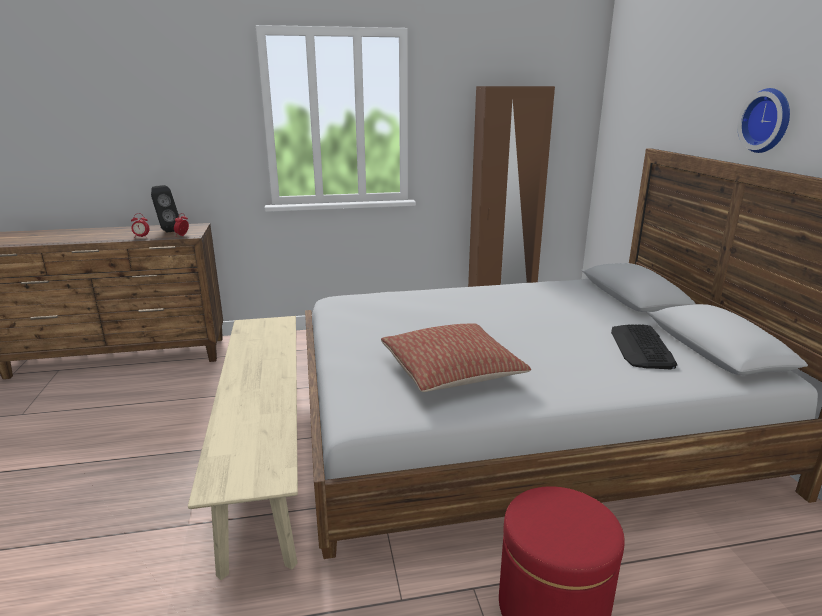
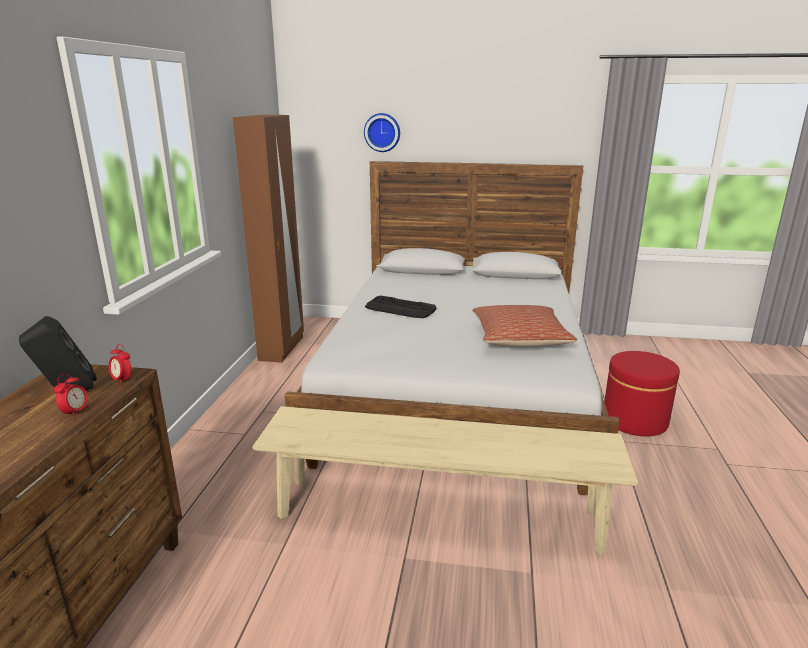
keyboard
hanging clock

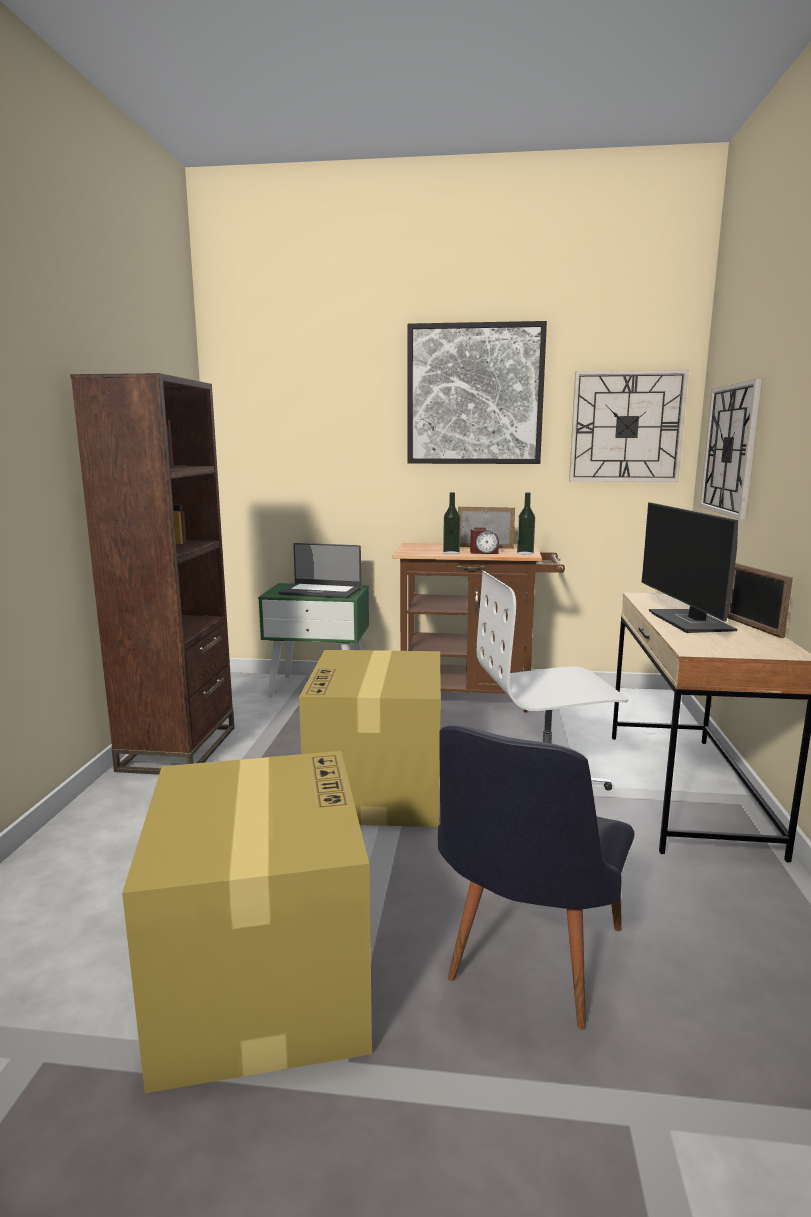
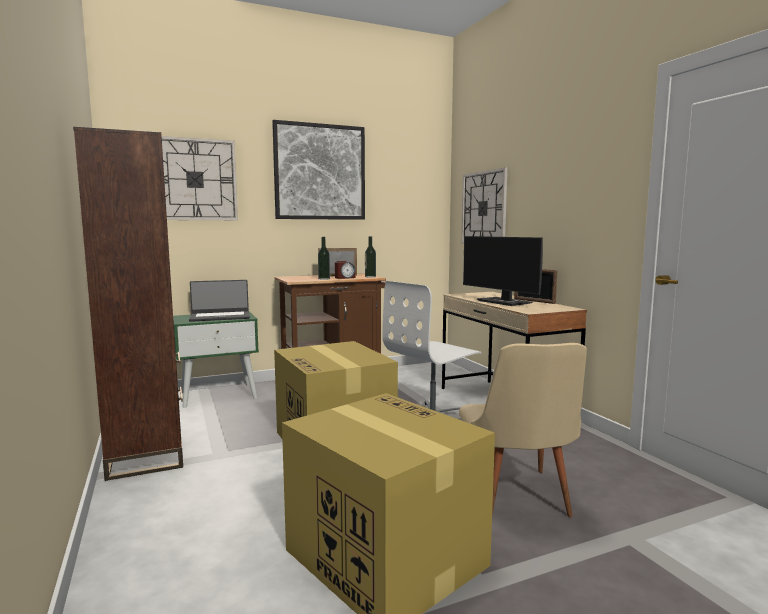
plain chair (sand-coloured)
hanging clock (1st from left)

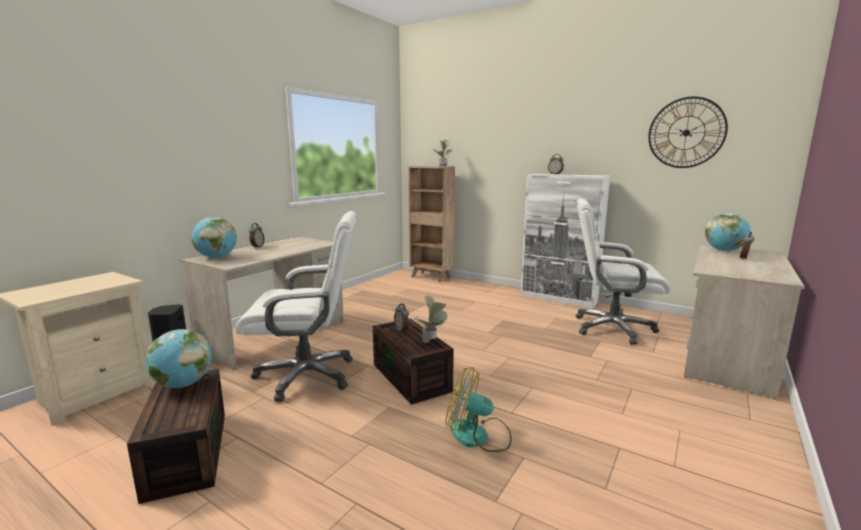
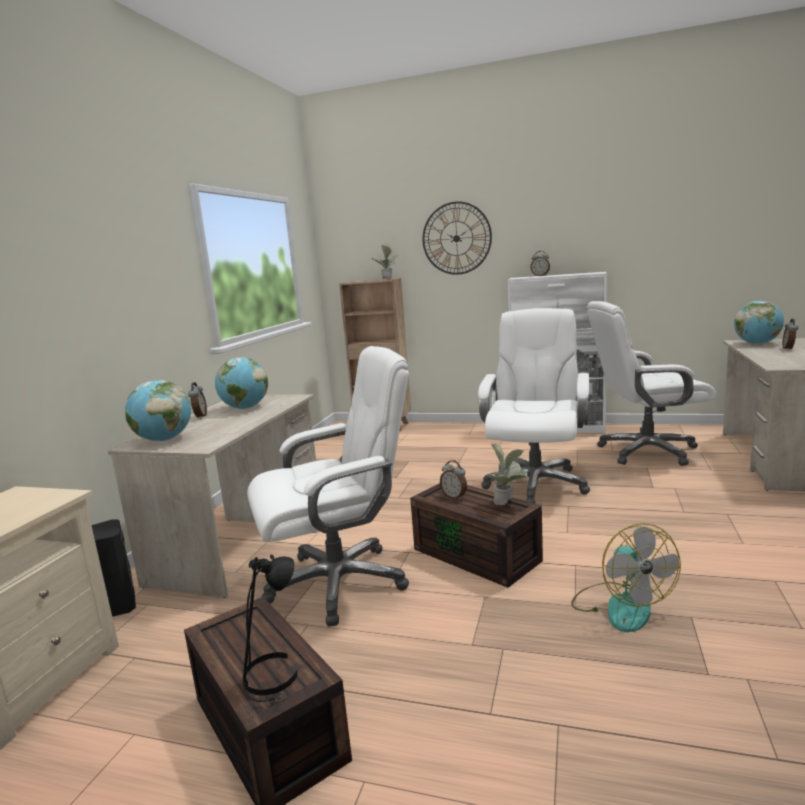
world globe (2nd from left)
electric fan
hanging clock
lamp for a table (black-coloured)
computer chair (white) (2nd from left)

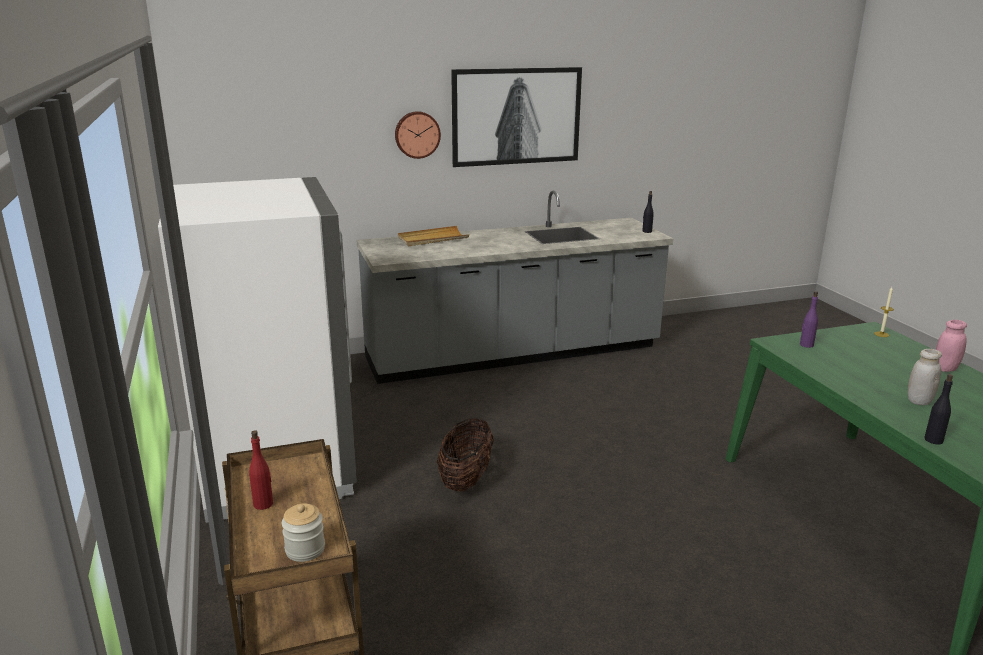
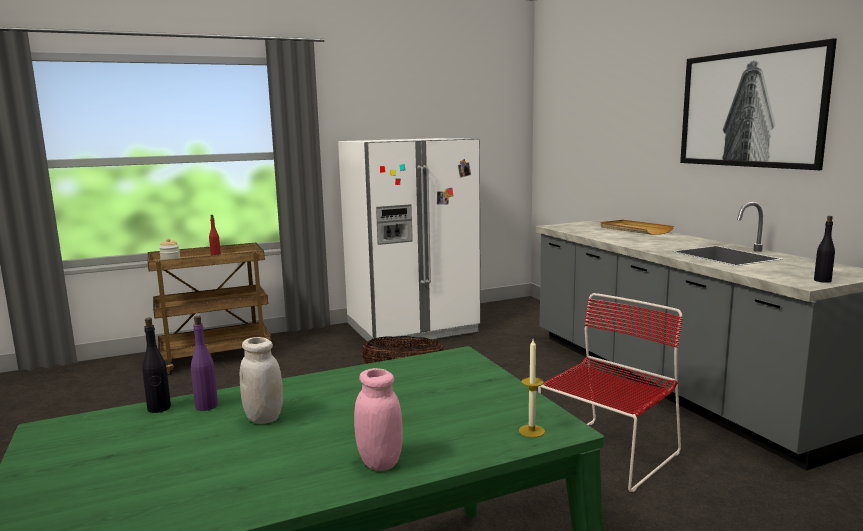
hanging clock
drink bottle (purple-coloured)
plain chair (reddish)

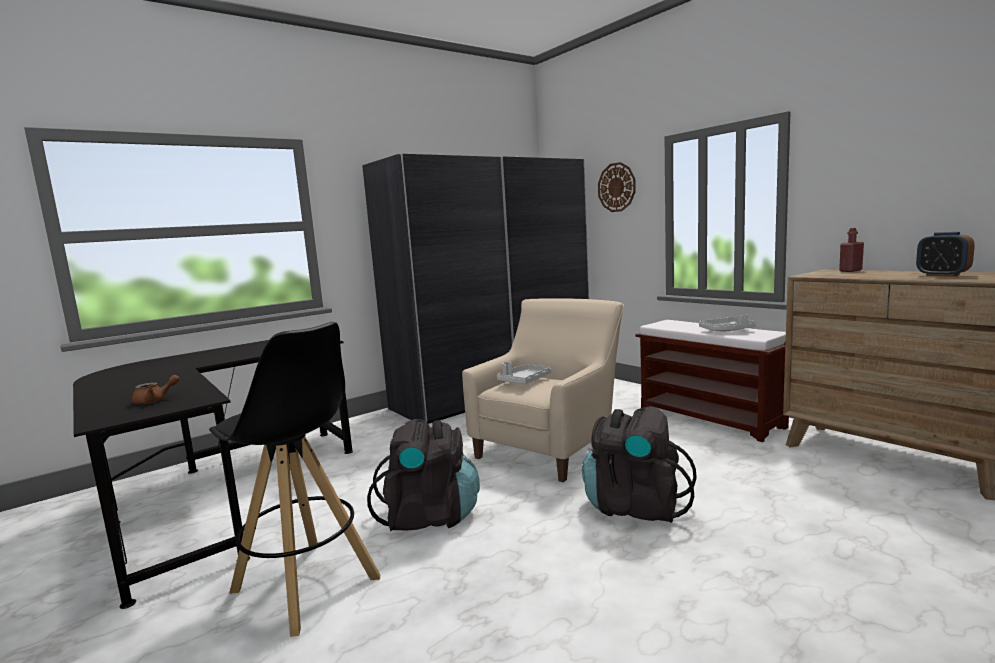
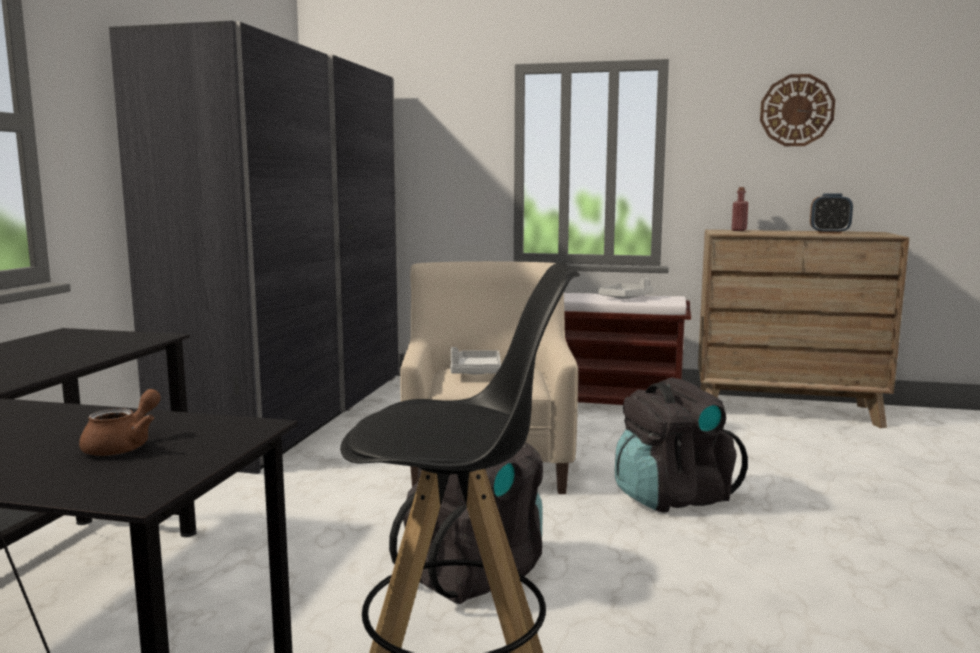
hanging clock

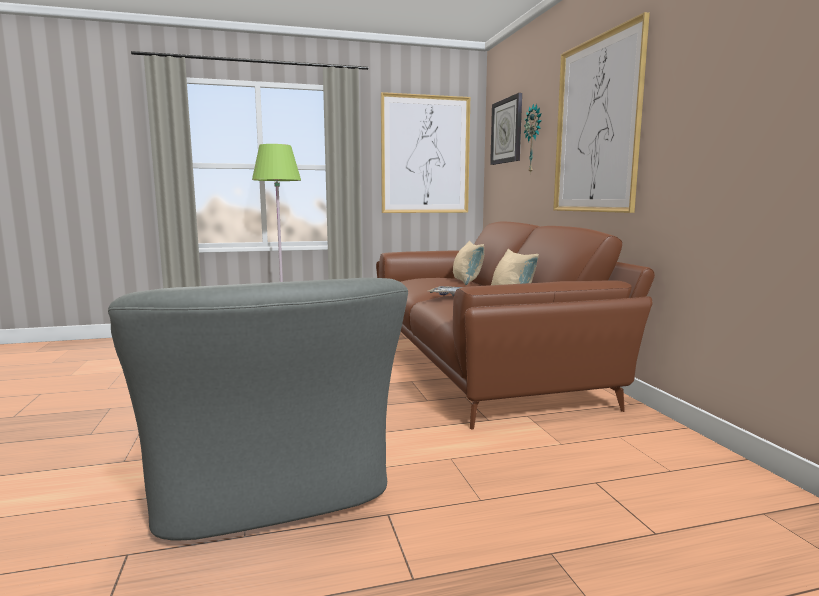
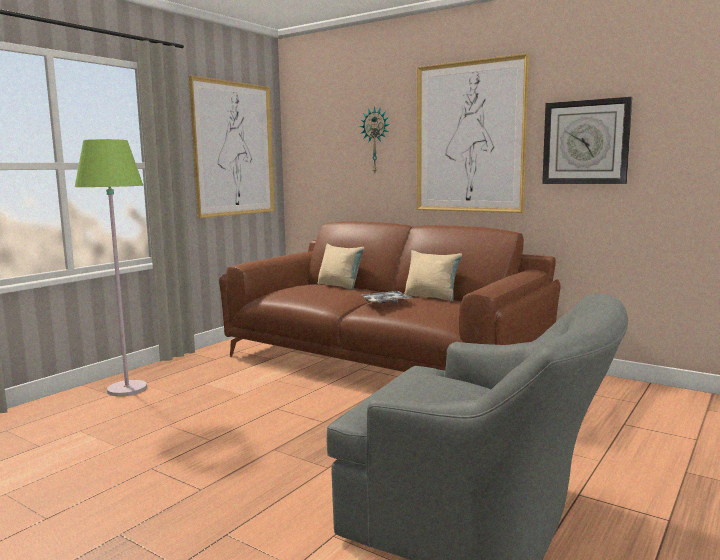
hanging clock (2nd from left)

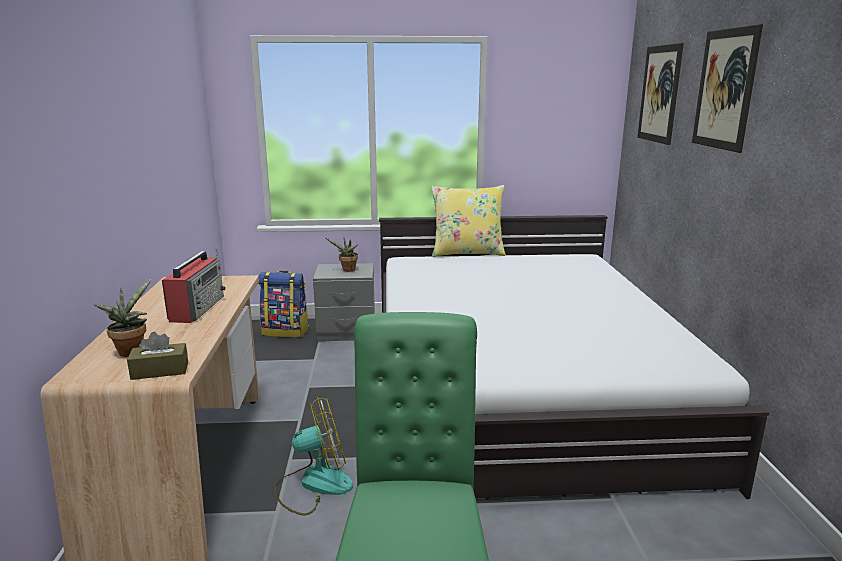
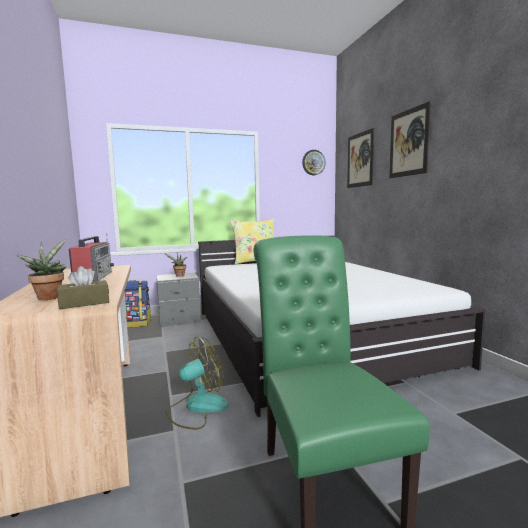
hanging clock

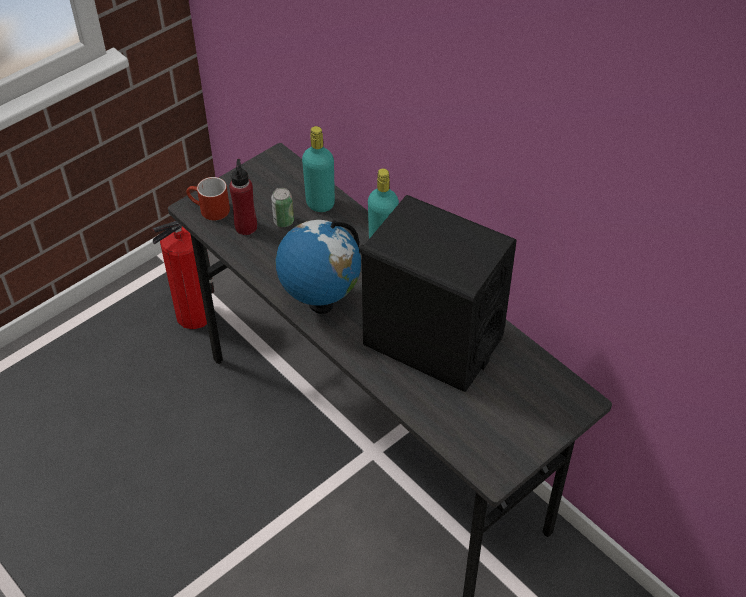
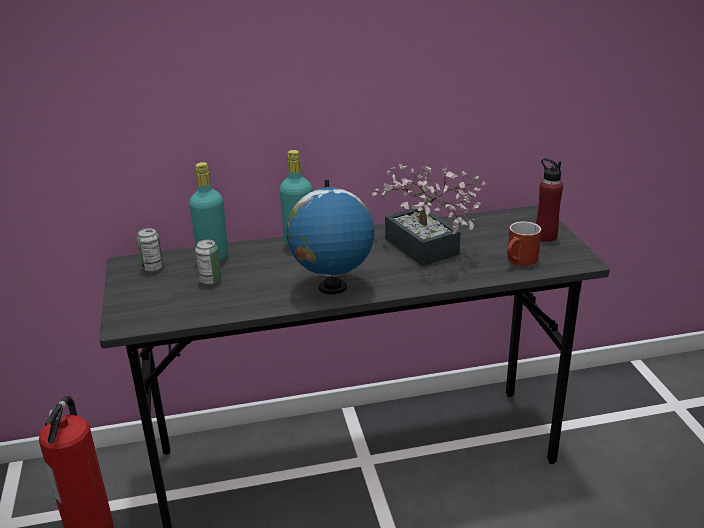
coffee mug (reddish)
drink bottle (reddish)
houseplant
metal can (1st from left)

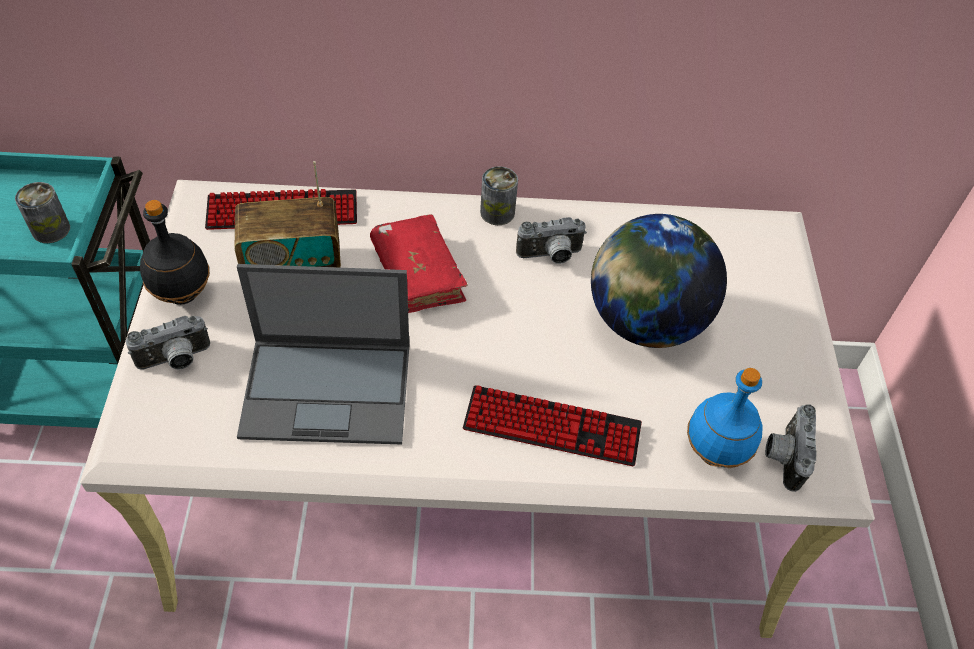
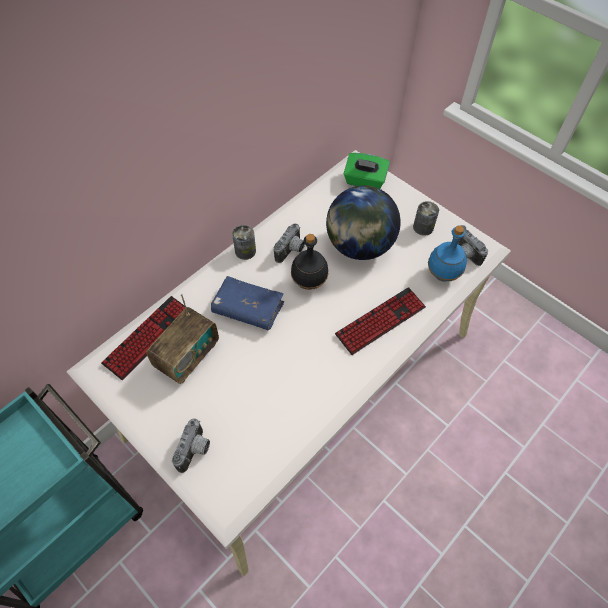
metal can (2nd from left)
drink bottle (black-coloured)
portable computer
book (blue-coloured)
tissue box (green-coloured)

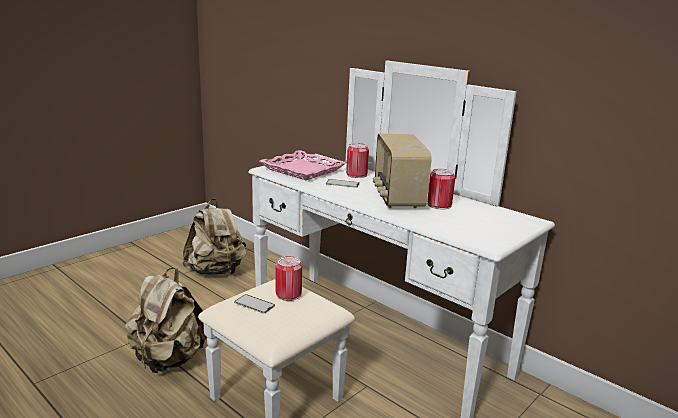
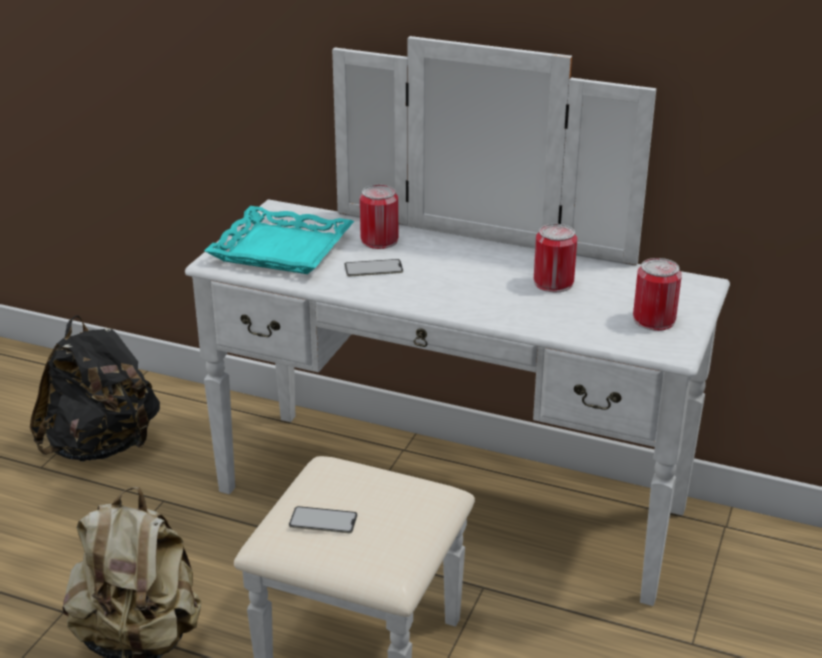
rucksack (black-coloured)
carrying tray (blue-green)
metal can (3rd from left)
radio

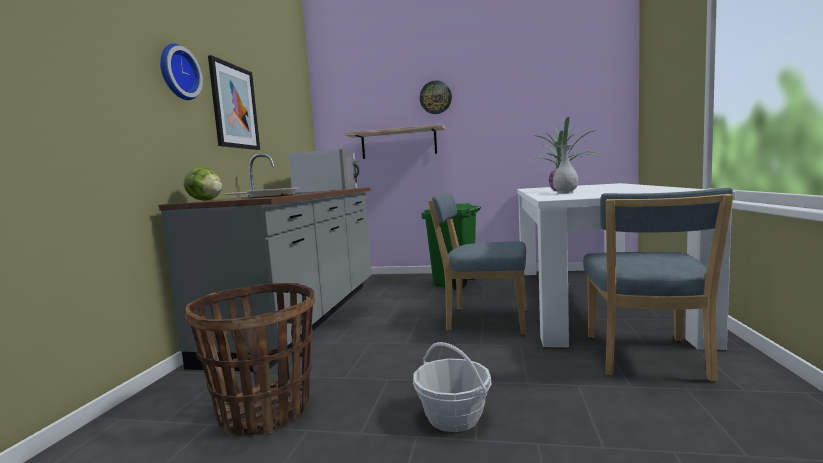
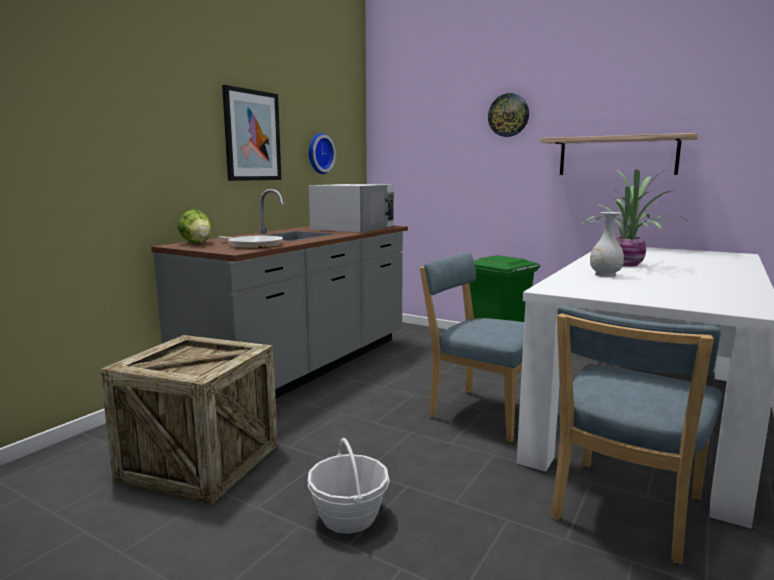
hanging clock (1st from left)
shipping crate
bracket shelf

